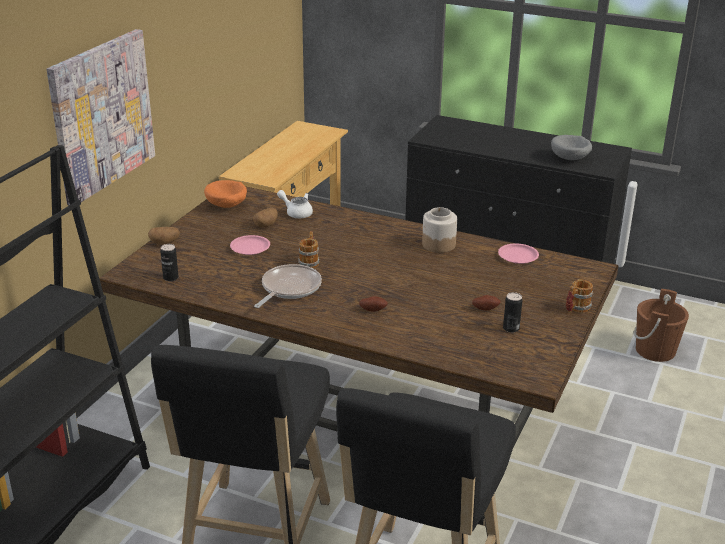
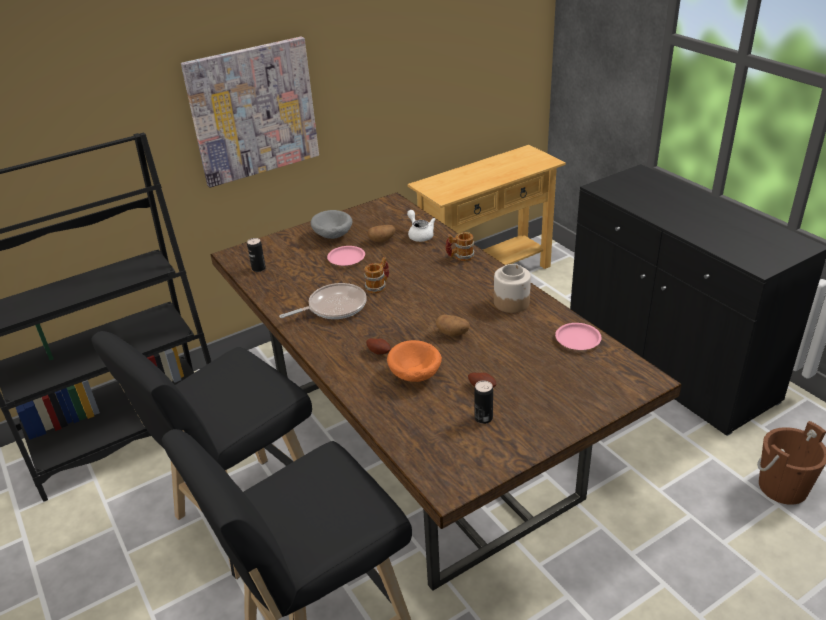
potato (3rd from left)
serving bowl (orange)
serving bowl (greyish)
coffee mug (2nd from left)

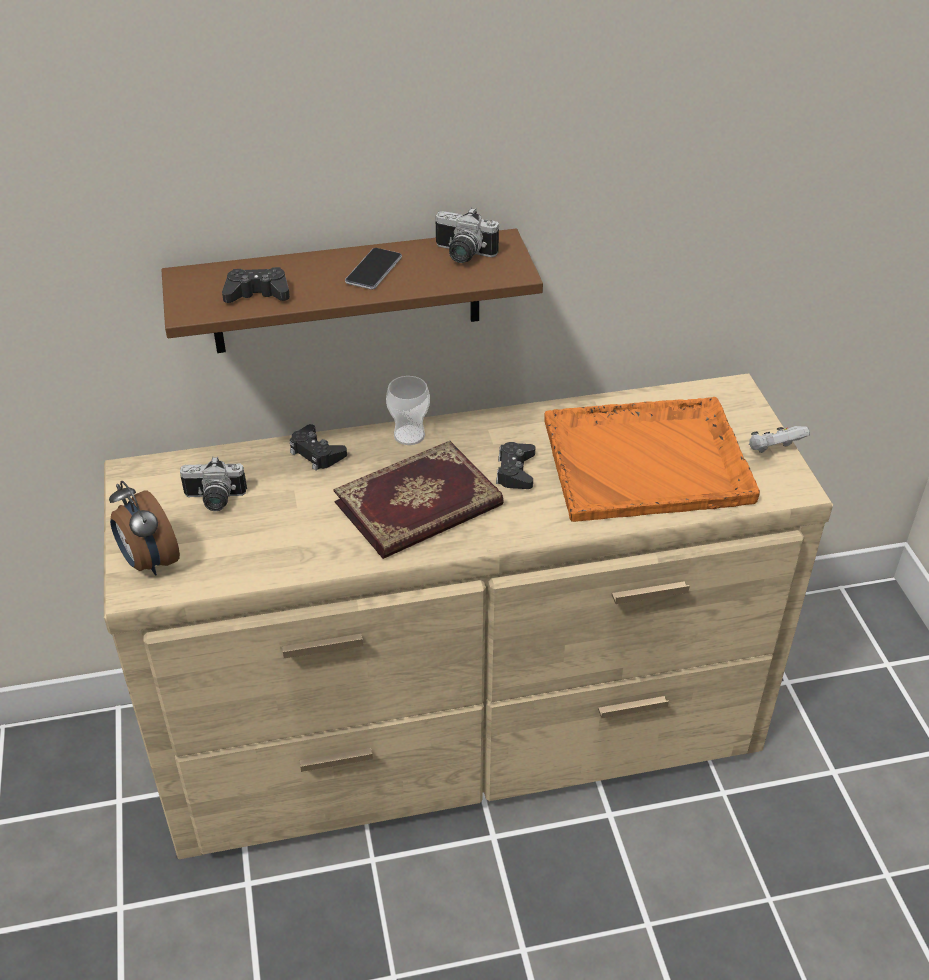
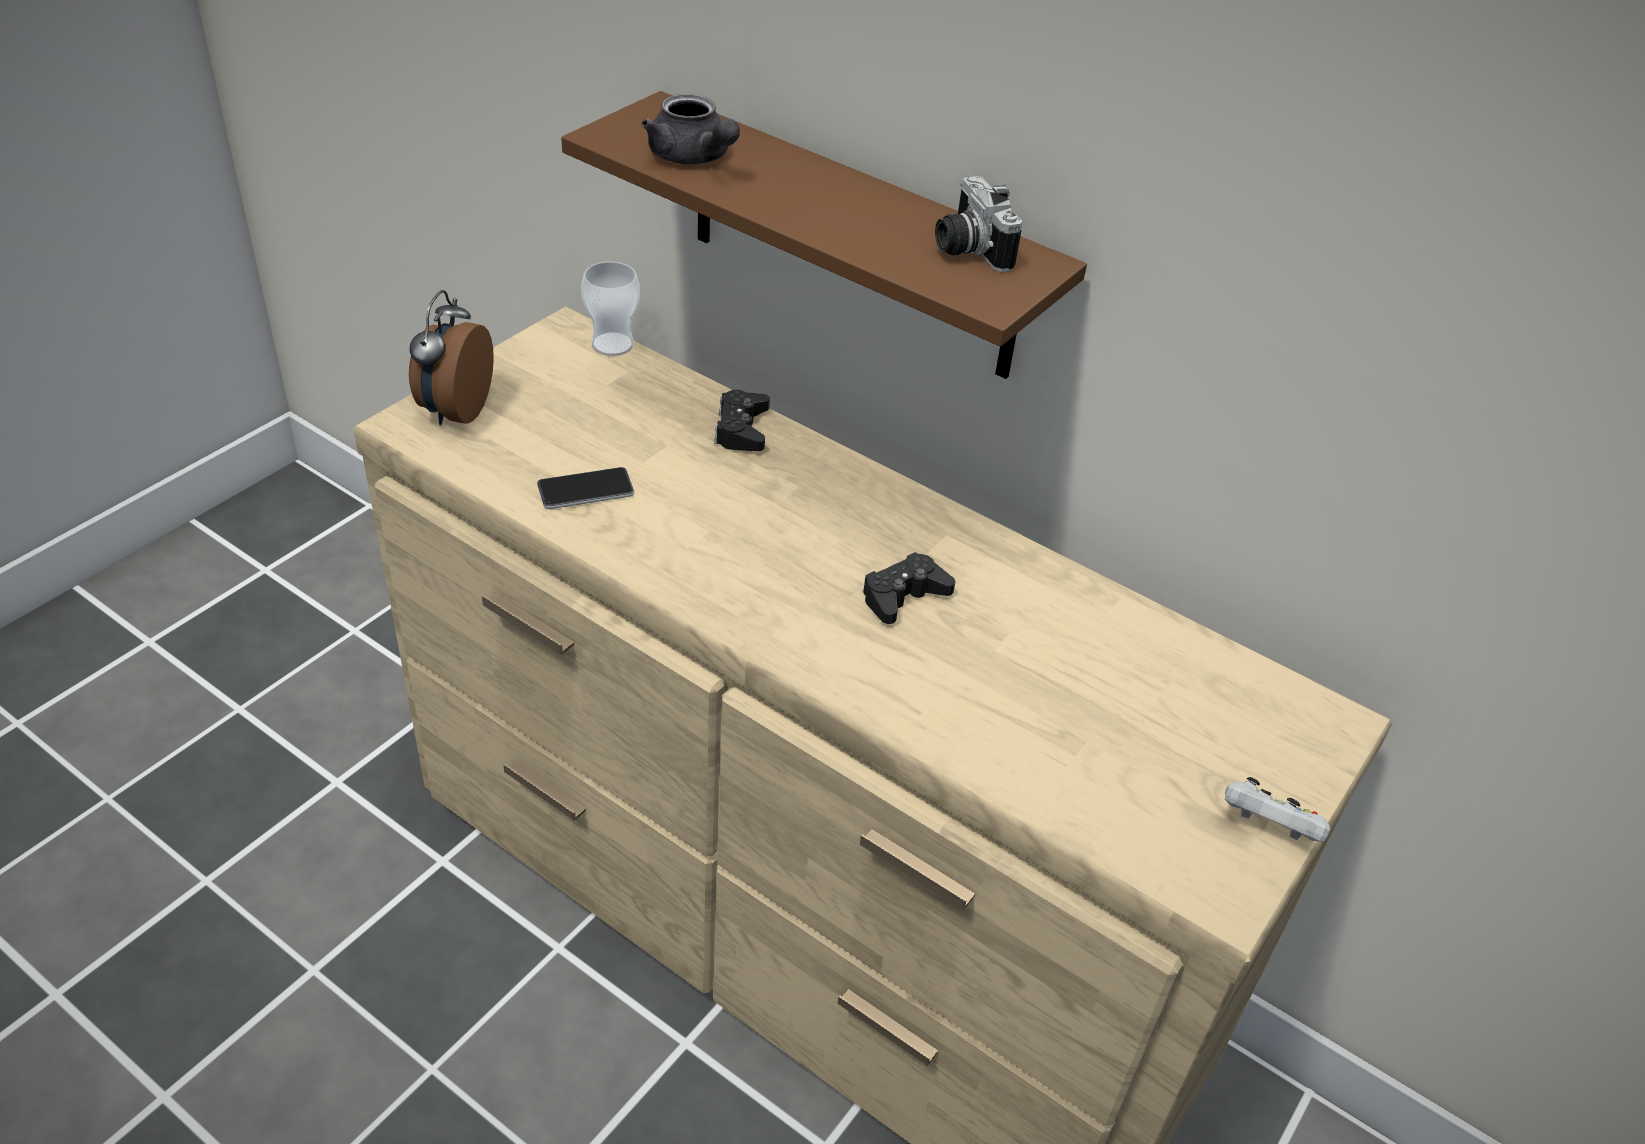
photo camera (1st from left in the first image)
tea pot (greyish)
book
handset
drinking cup
carrying tray (orange)

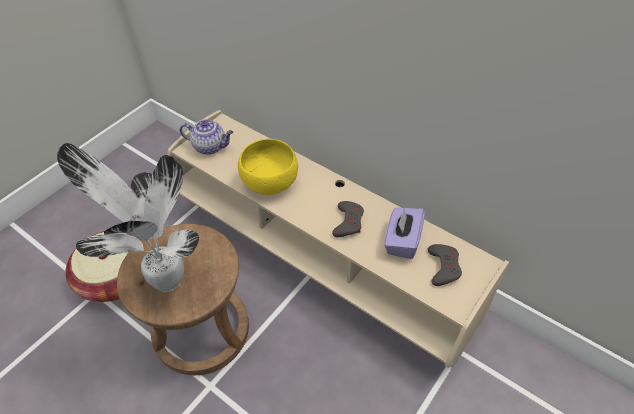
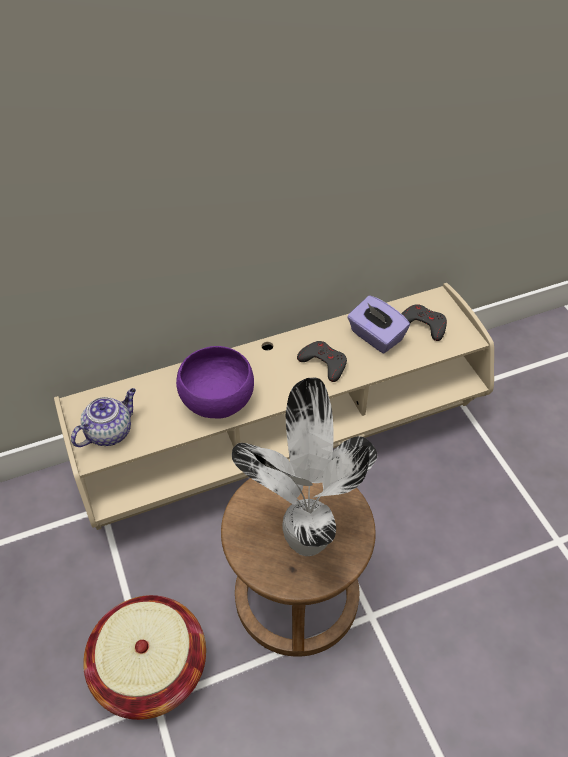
serving bowl (purple-coloured)

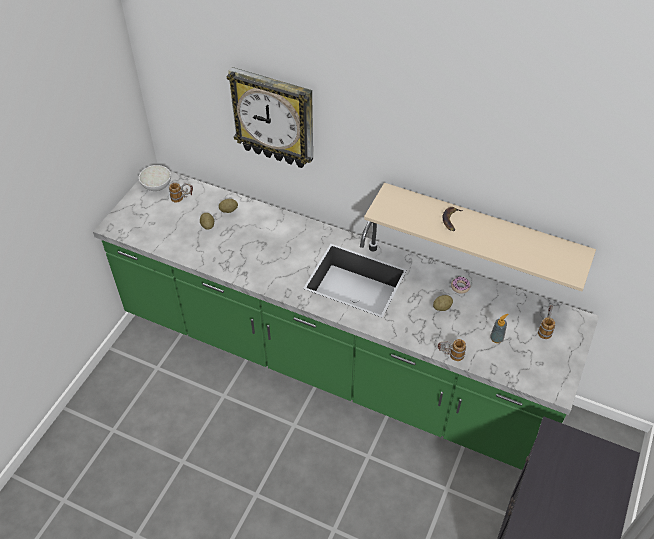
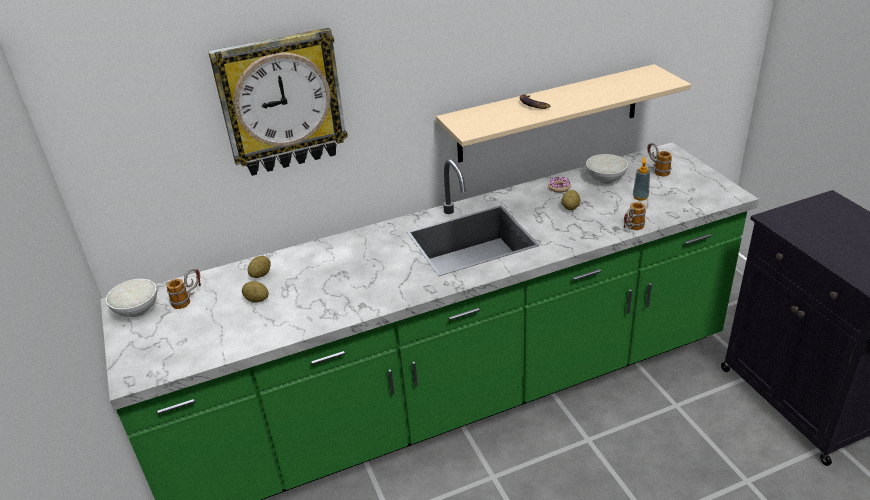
serving bowl (white) (2nd from left)

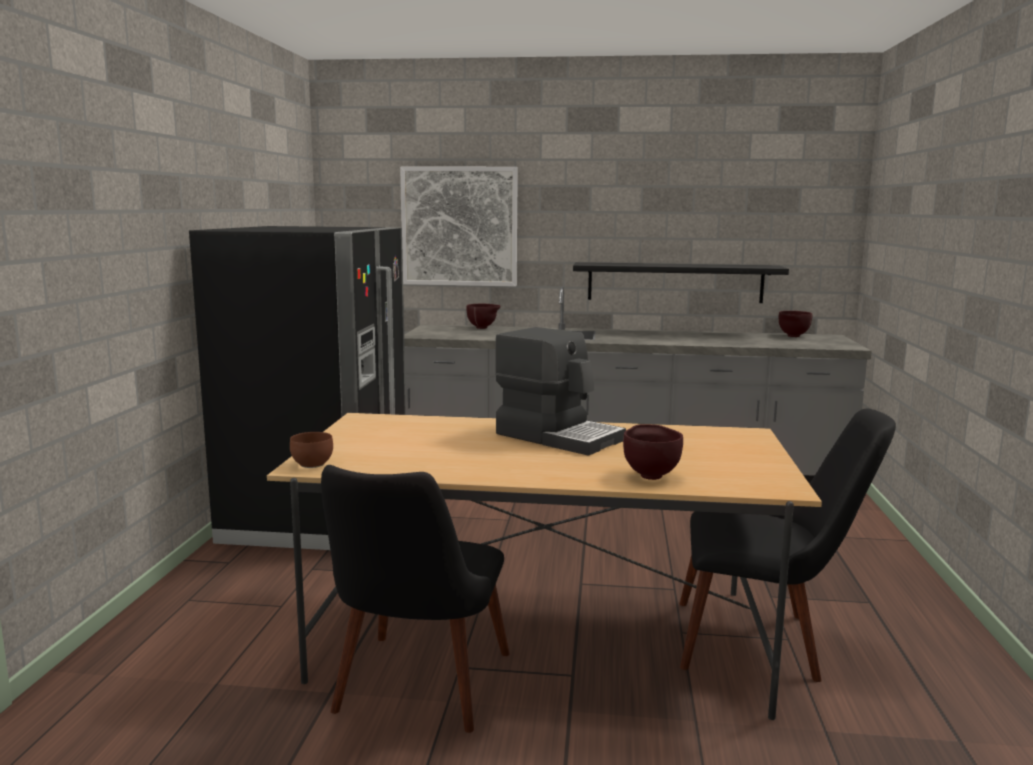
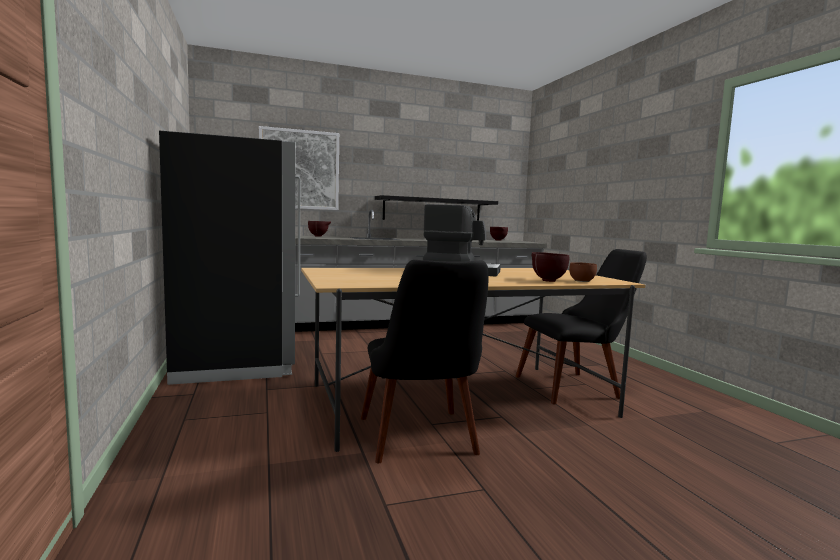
serving bowl (brownish) (4th from left)

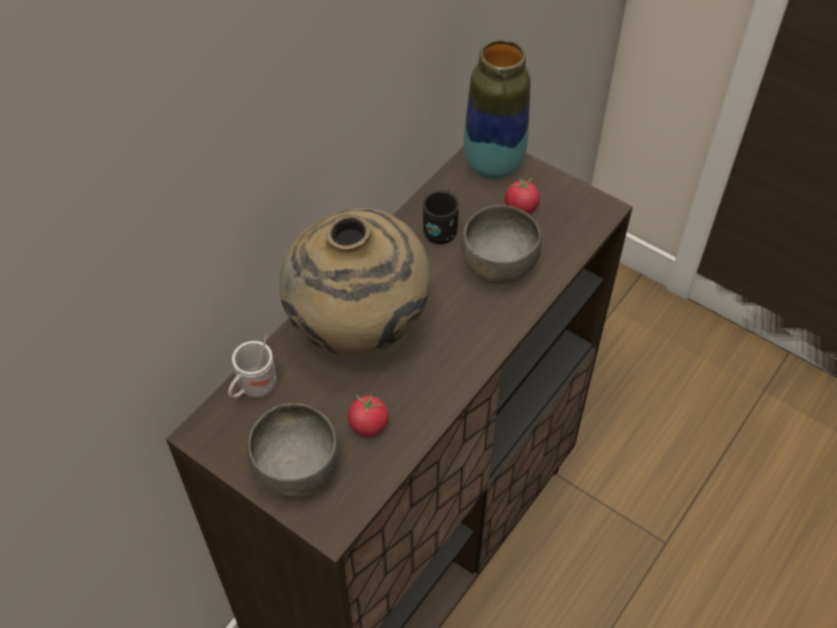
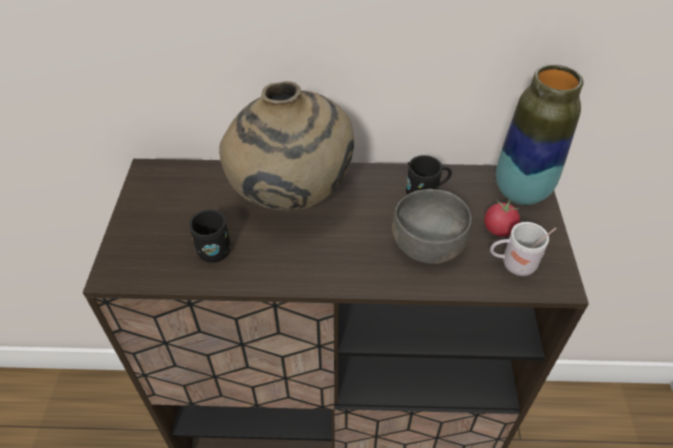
coffee mug (white)
serving bowl (greyish) (1st from left in the first image)
coffee mug (black-coloured) (1st from left)

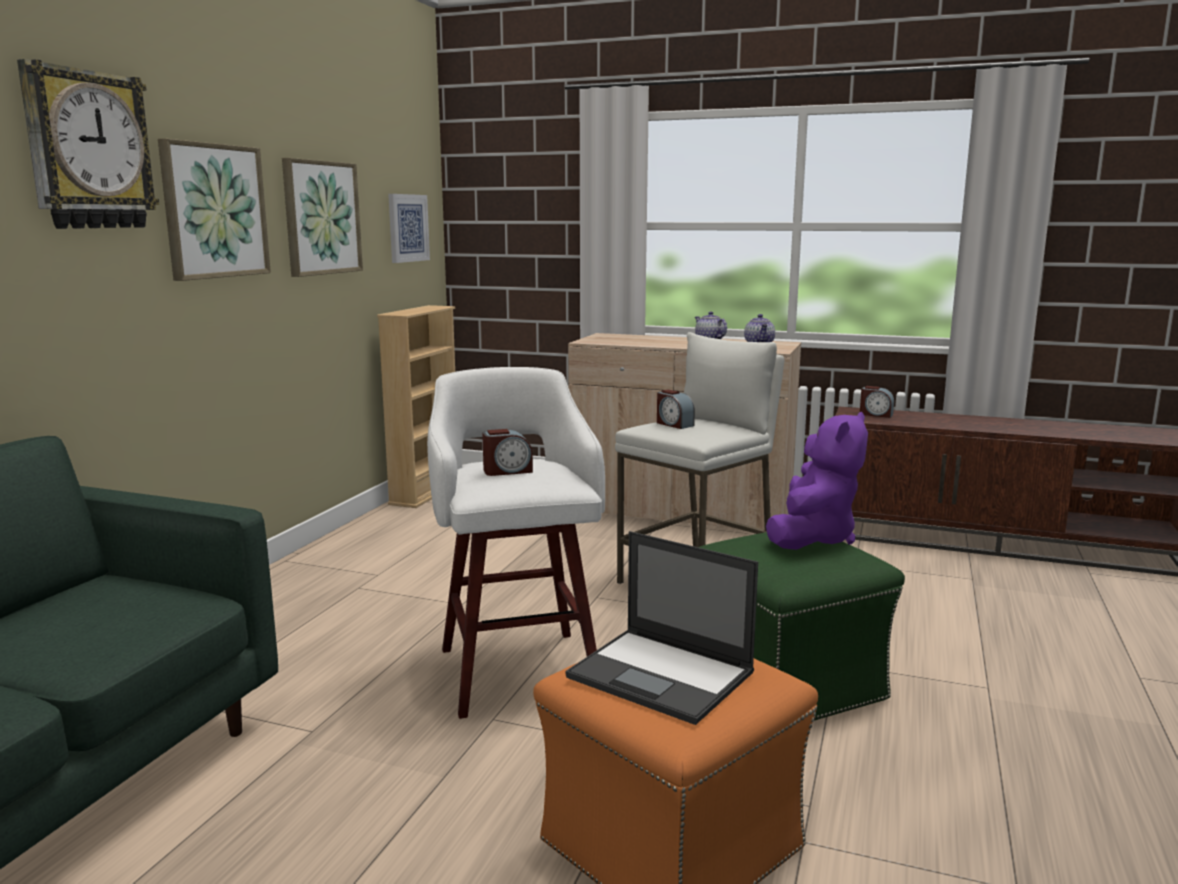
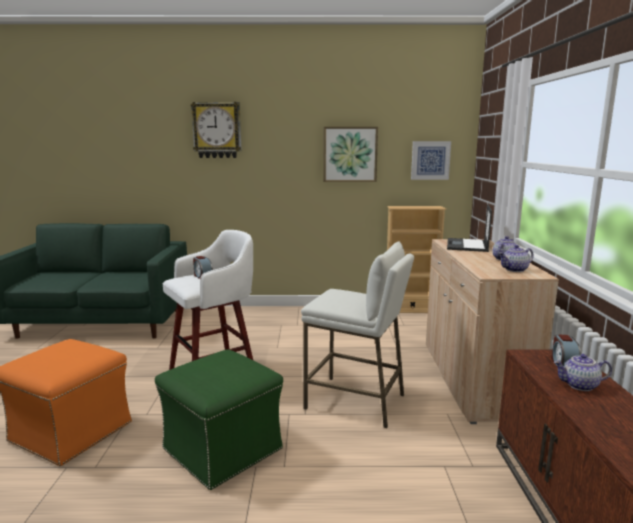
wall art (1st from left in the first image)
portable computer
bedside clock (2nd from left in the first image)
soft toy (purple-coloured)
tea pot (3rd from left)

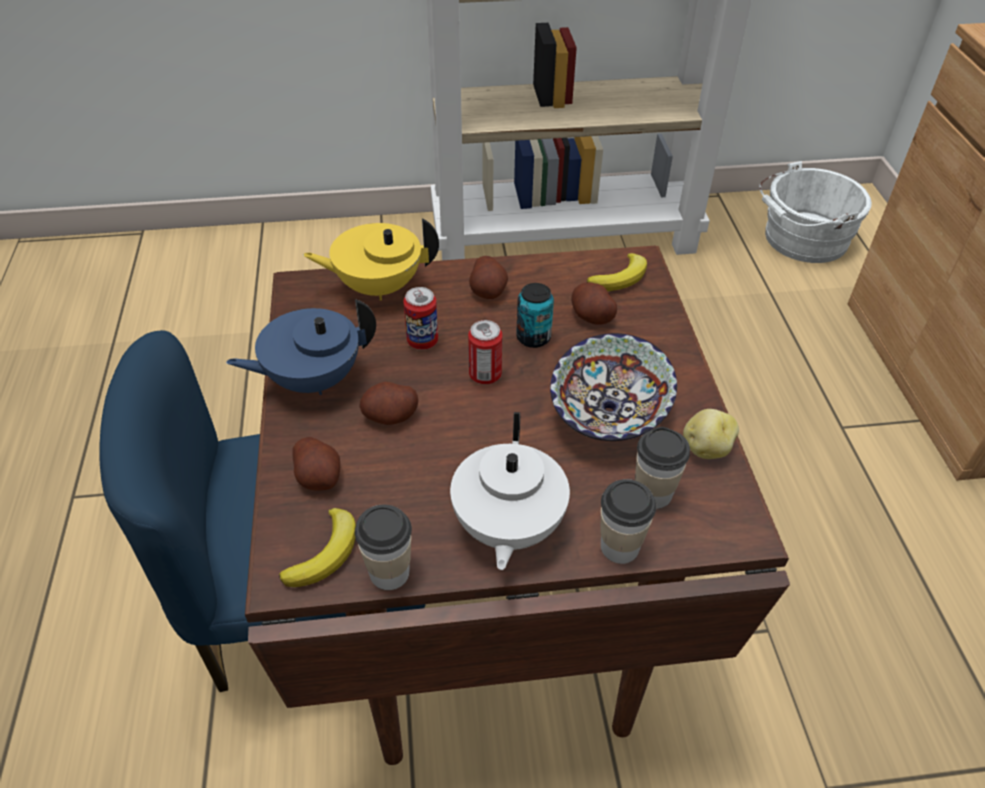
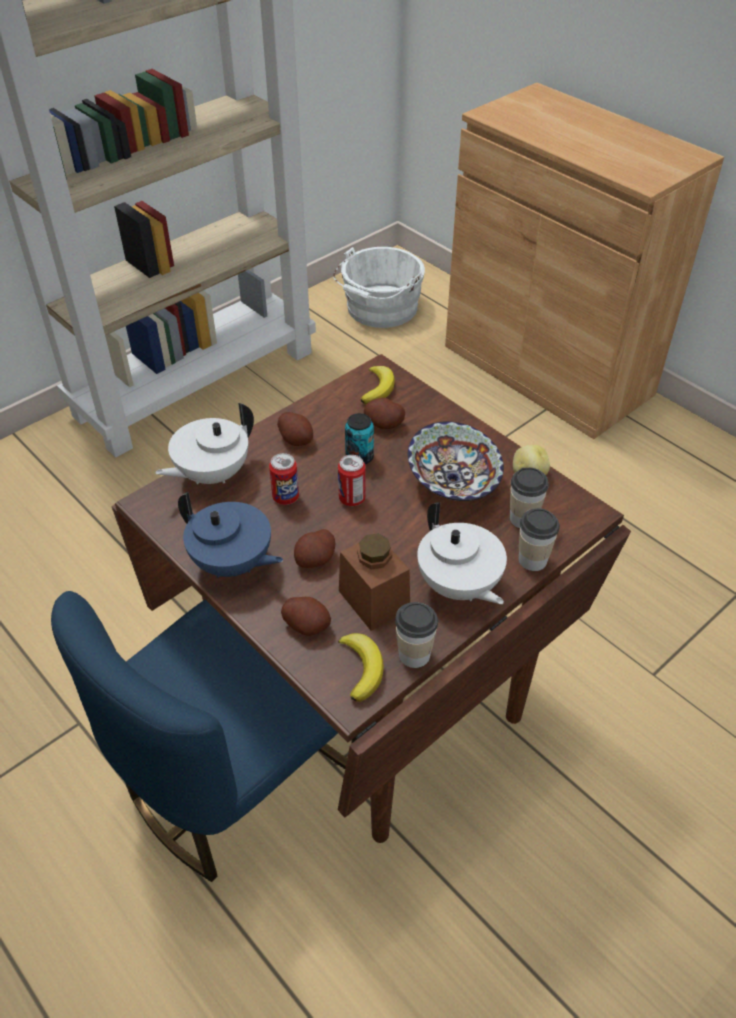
tea pot (blue-coloured)
tea pot (white) (1st from left)
storage jar (brownish)

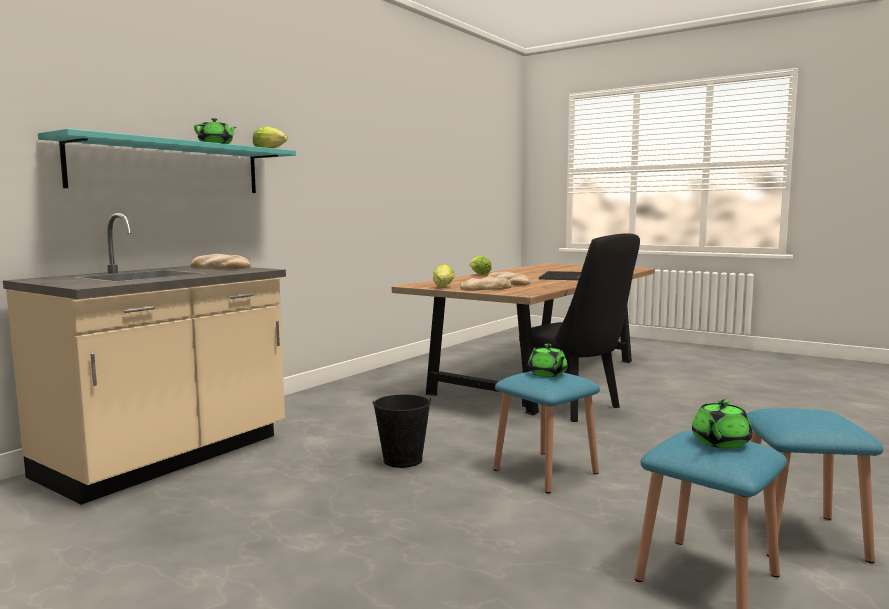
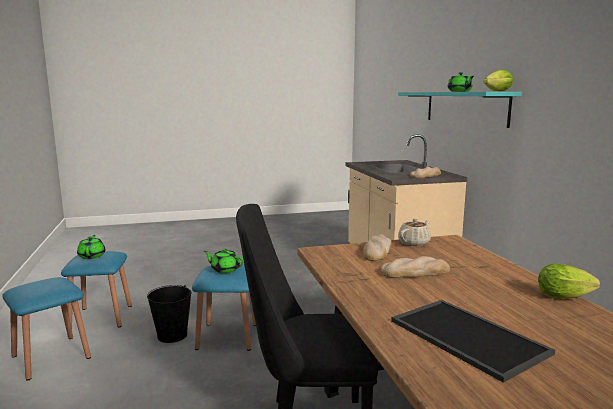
pail (black-coloured)
tea pot (sand-coloured)

